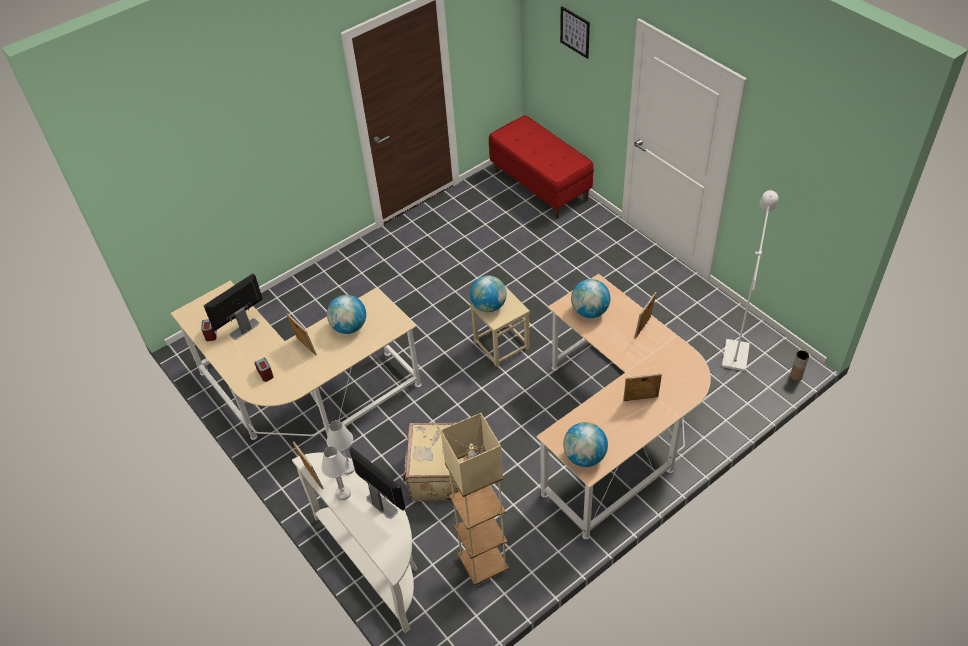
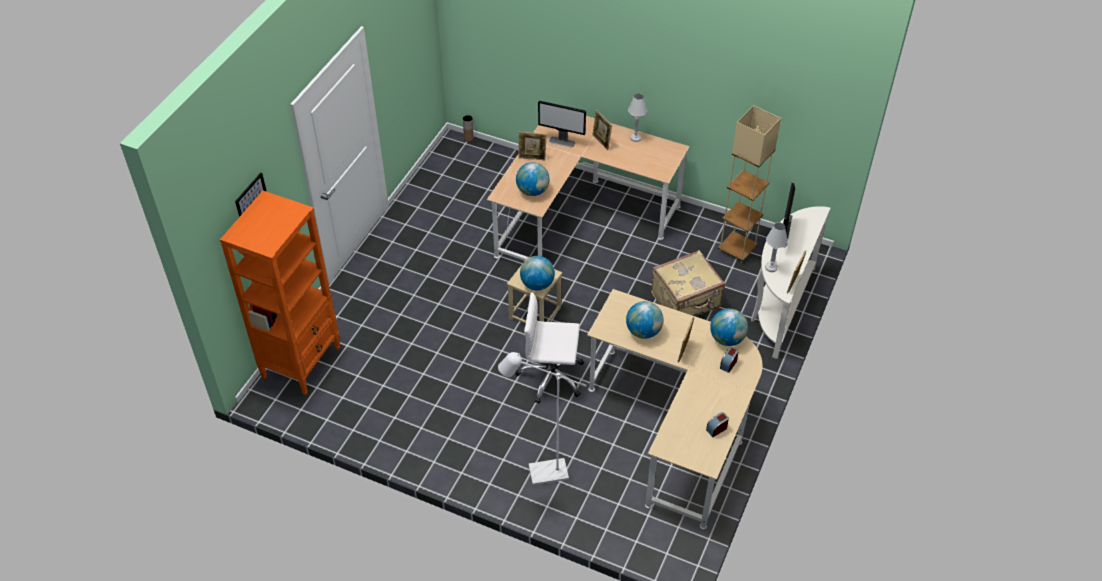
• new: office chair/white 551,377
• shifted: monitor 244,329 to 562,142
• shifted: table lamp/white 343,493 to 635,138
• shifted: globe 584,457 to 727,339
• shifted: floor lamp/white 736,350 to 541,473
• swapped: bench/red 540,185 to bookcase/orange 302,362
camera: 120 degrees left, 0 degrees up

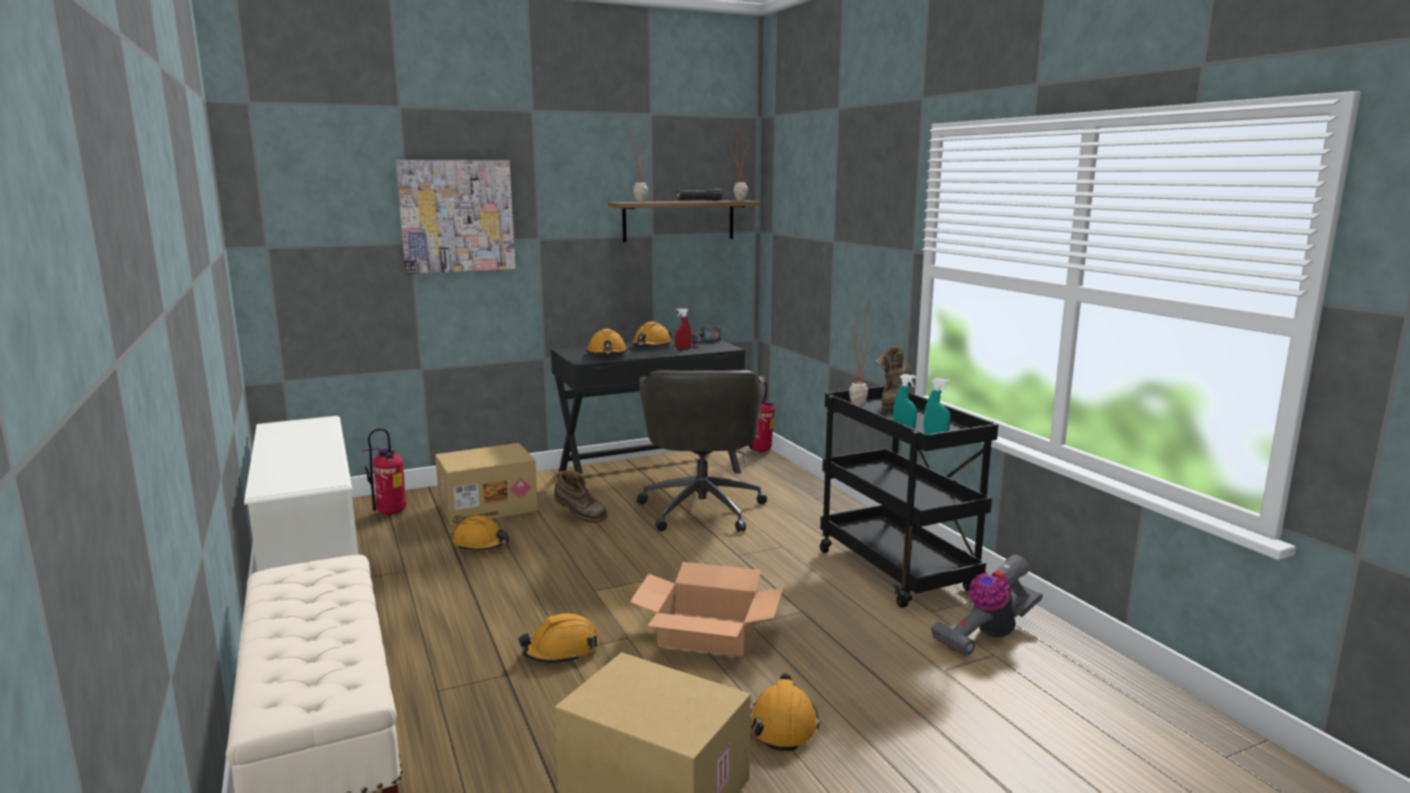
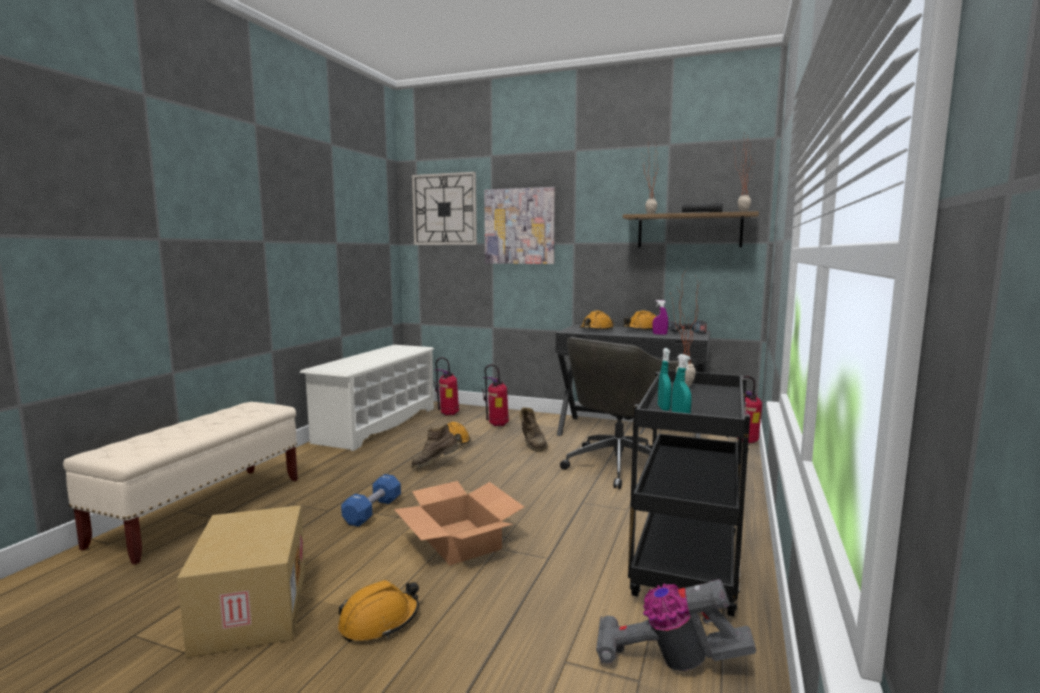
• new: wall clock 444,209
• shifted: boot/brown 895,404 to 435,466
• swapped: cardboard box 488,507 to fire extinguisher 497,425
• swapped: hard hat/orange 561,651 to dumbbell/blue 373,511
• repainted: spray bottle/red 683,348 to spray bottle/purple 659,334
camera: 45 degrees right, 5 degrees down

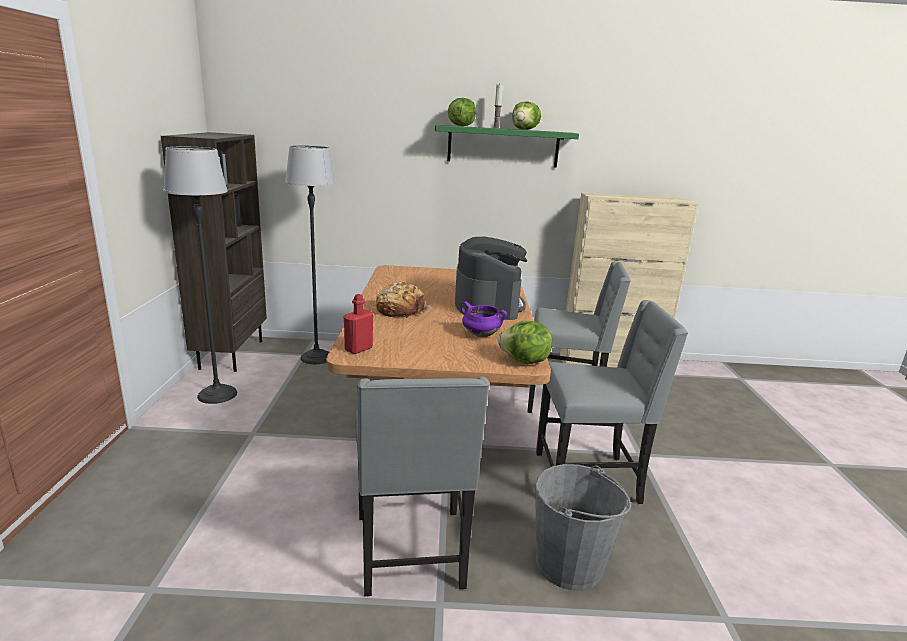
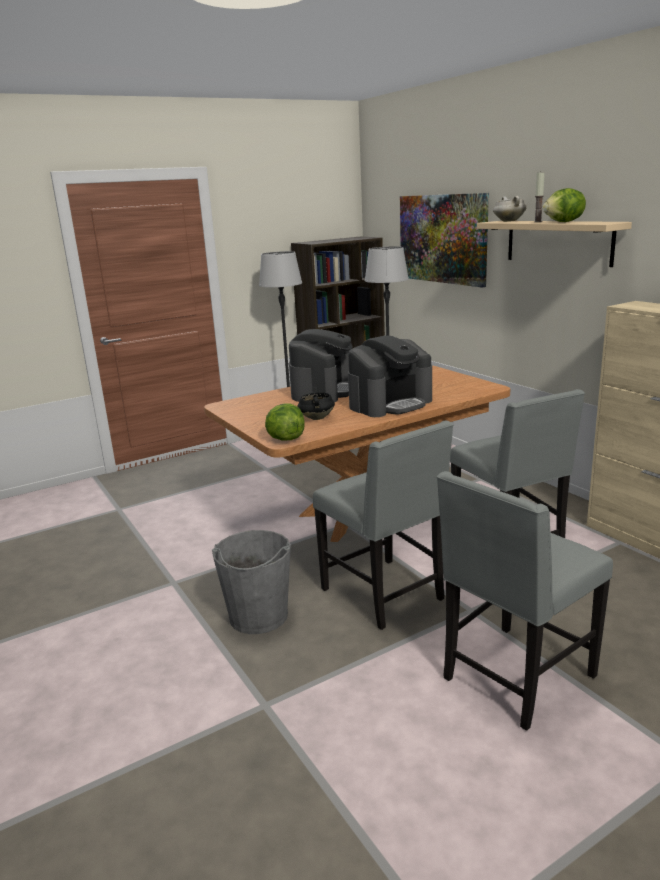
• gone: bottle/red 358,349
• new: picture 442,239
• shifted: chair/grey 412,553 to 515,678
• swapped: bread 400,310 to coffee machine 323,391
• swapped: lettuce 461,126 to cooking pot/white 508,221
• repainted: shelf/green 503,146 to shelf/beige 558,242
• repainted: cooking pot/purple 480,335 to cooking pot/black 316,418
camera: 60 degrees right, 0 degrees up

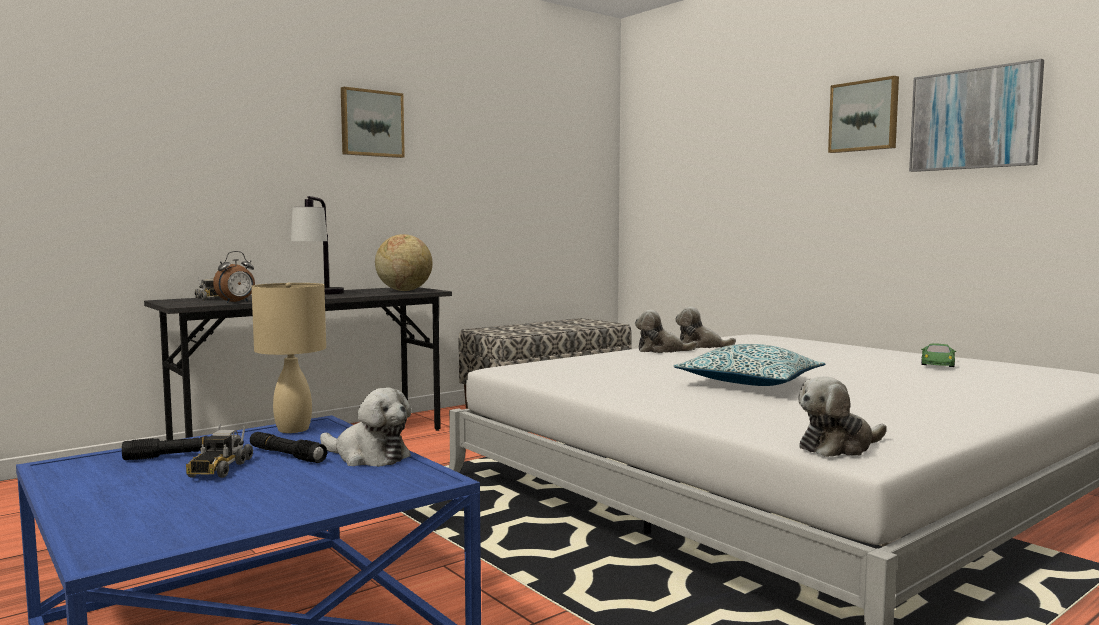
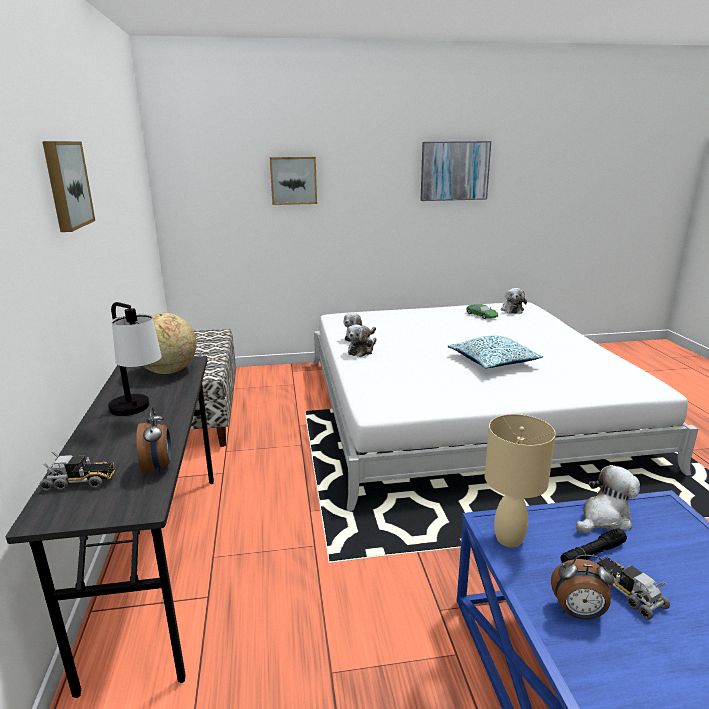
• shifted: plush toy 838,447 to 512,310
• shifted: picture 864,116 to 293,180
• swapped: flashlight/black 179,455 to alarm clock 578,613
• rotated: toy truck 219,469 = 627,593 150 degrees counterclockwise
camera: 60 degrees left, 15 degrees up

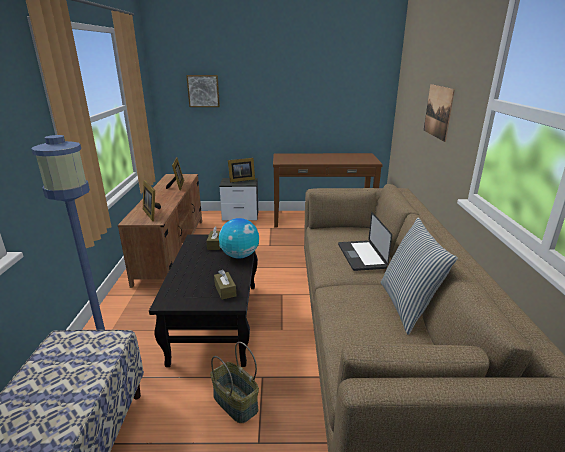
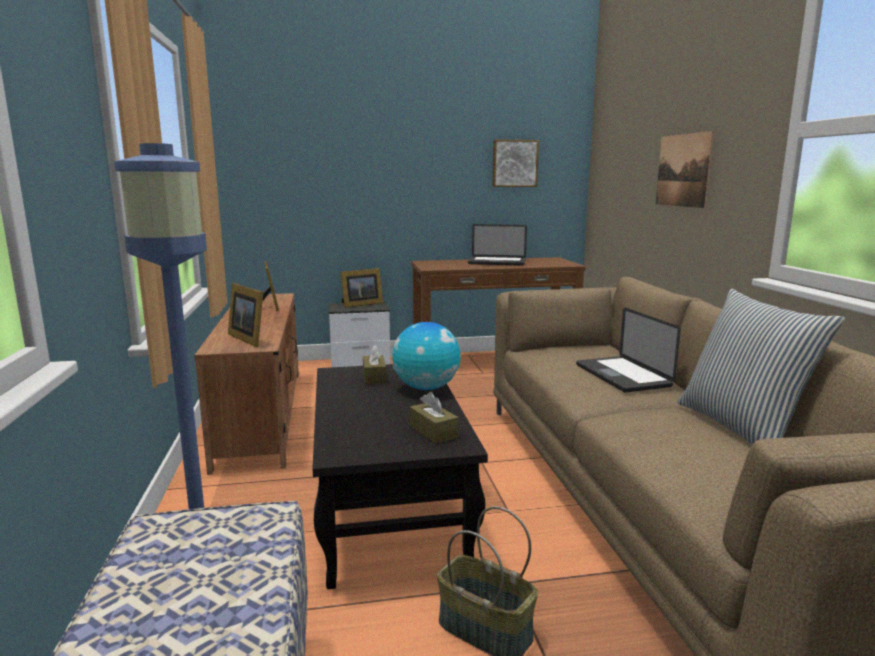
• new: laptop 497,262
• shifted: picture 203,91 to 514,163
camera: 10 degrees left, 10 degrees down

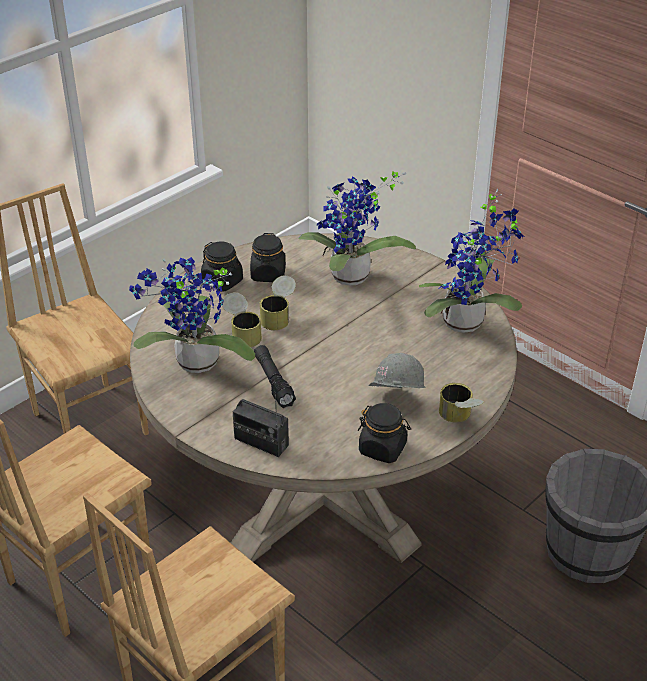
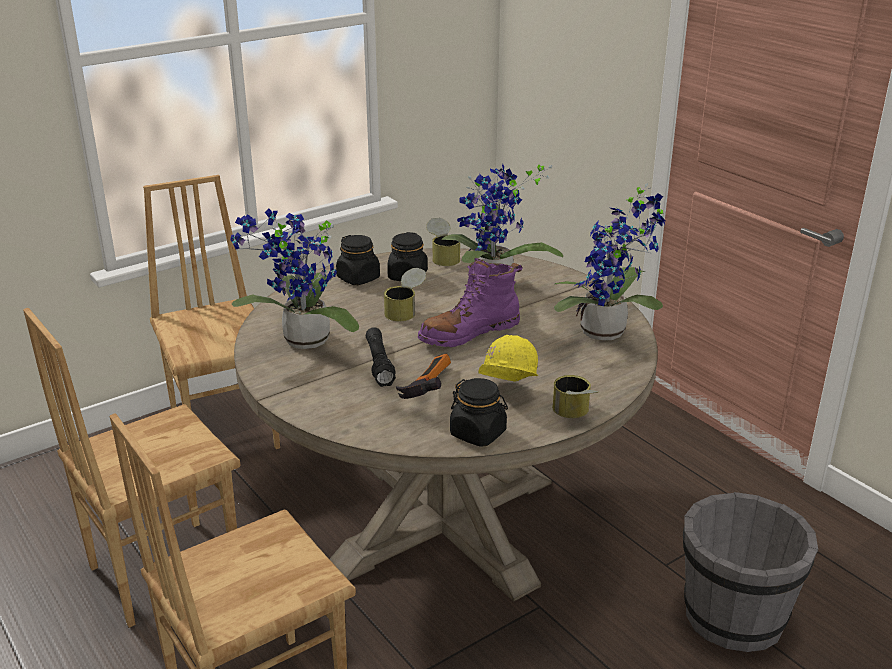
• gone: radio 261,442
• new: hammer 424,390
• new: boot/purple 469,333
• shifted: can 242,333 to 443,256
• repainted: hard hat/grey 395,401 to hard hat/yellow 506,393
camera: 10 degrees right, 10 degrees down

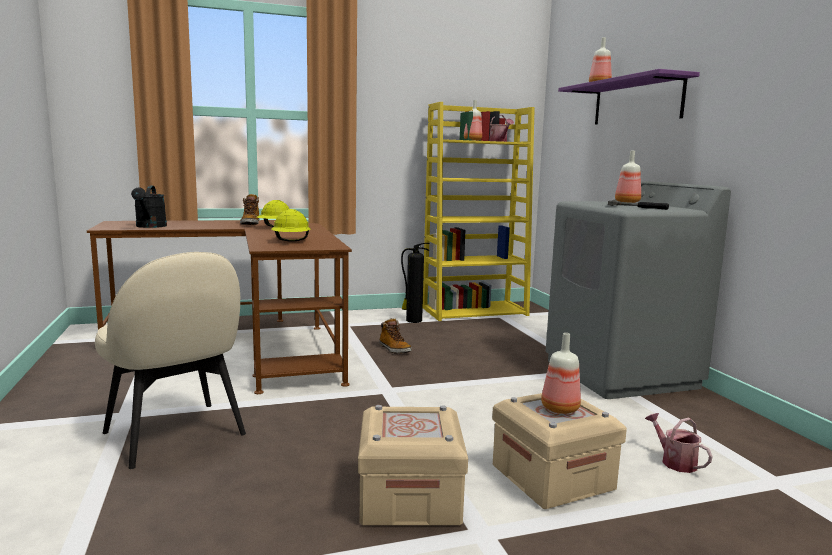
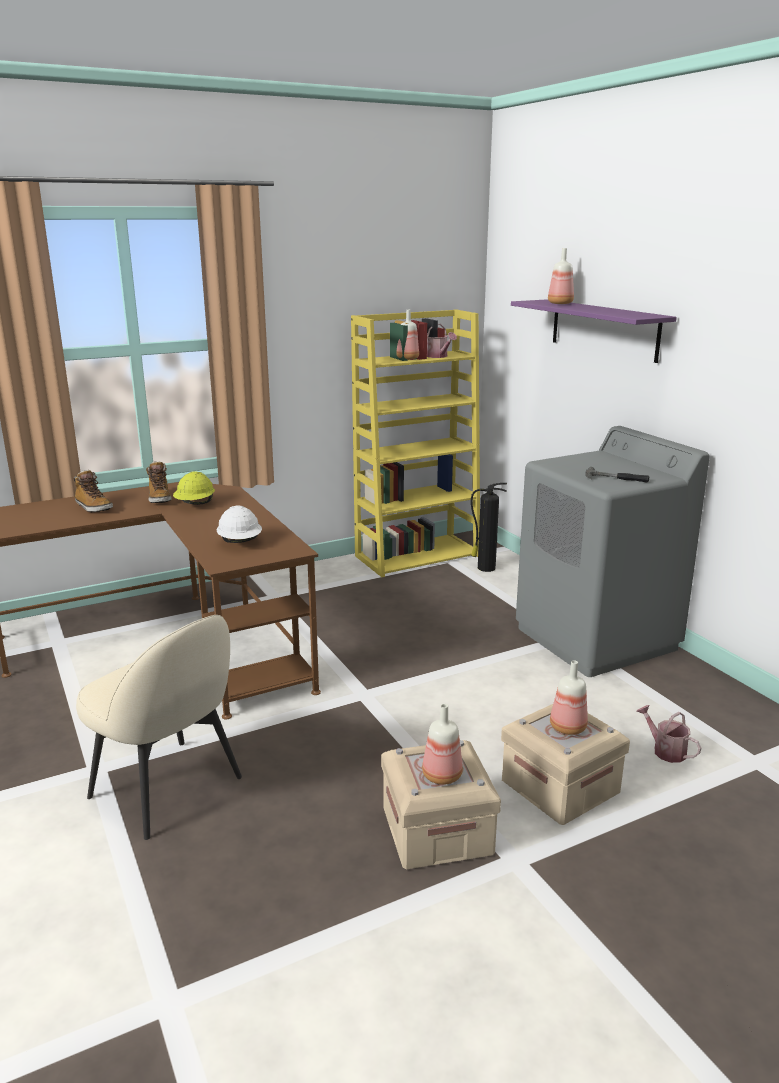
• gone: watering can/black 150,226
• shifted: boot 394,349 to 93,507
• shifted: fire extinguisher 413,320 to 485,568
• shifted: bottle 626,202 to 440,776
• repainted: hard hat/yellow 291,241 to hard hat/white 240,542
camera: 10 degrees left, 10 degrees up

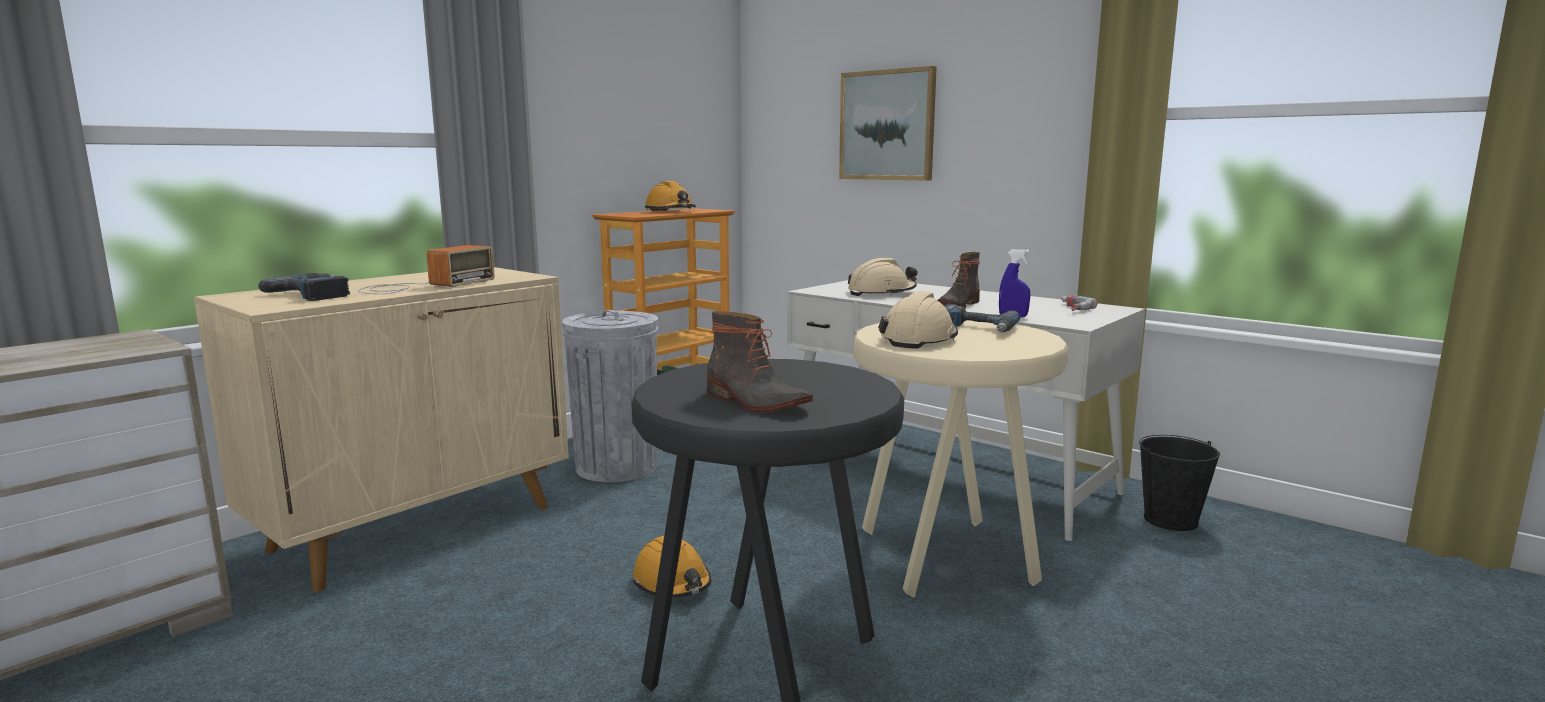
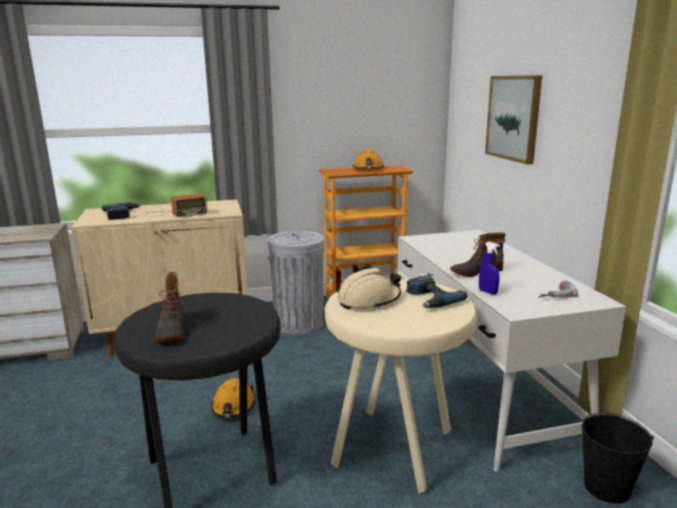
• gone: hard hat/beige 881,293
camera: 35 degrees right, 5 degrees up

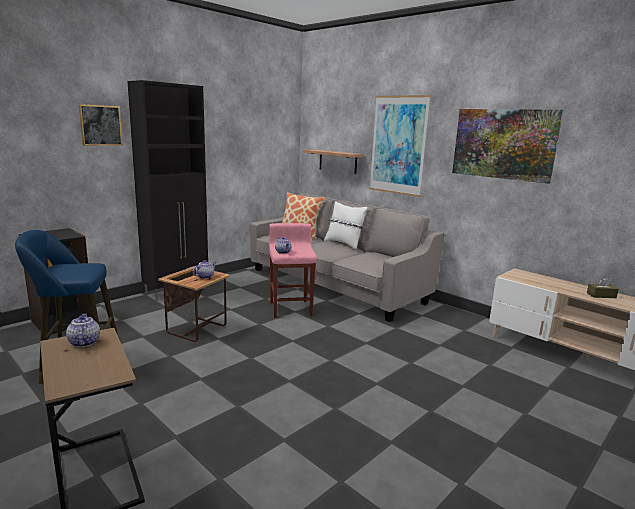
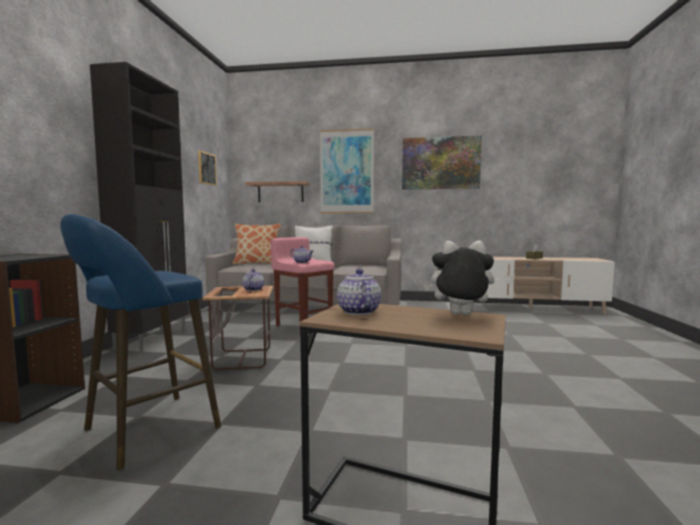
• new: plush toy 459,315
• shifted: picture 100,125 to 206,168
• rotated: teapot 84,342 = 358,311 45 degrees clockwise
camera: 35 degrees left, 10 degrees down

